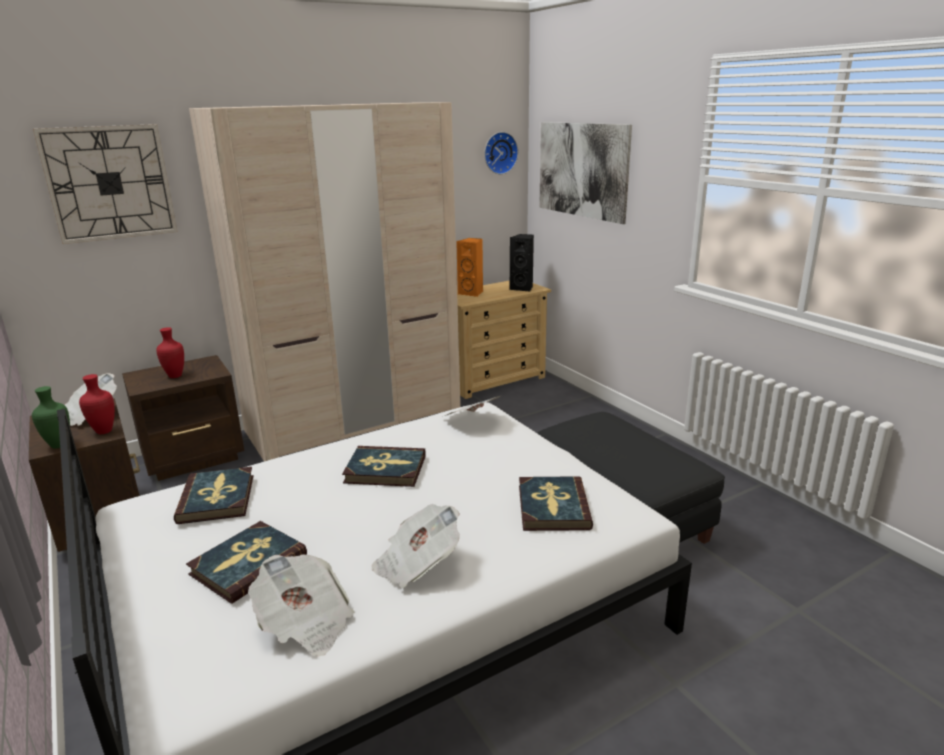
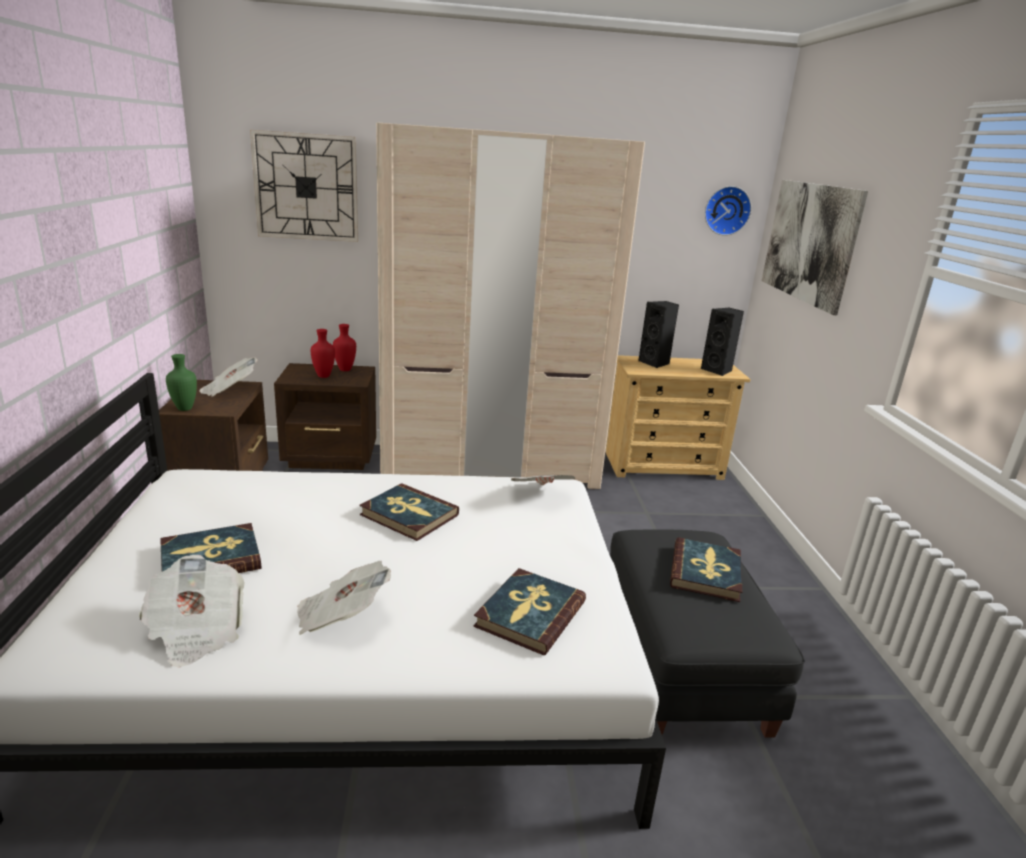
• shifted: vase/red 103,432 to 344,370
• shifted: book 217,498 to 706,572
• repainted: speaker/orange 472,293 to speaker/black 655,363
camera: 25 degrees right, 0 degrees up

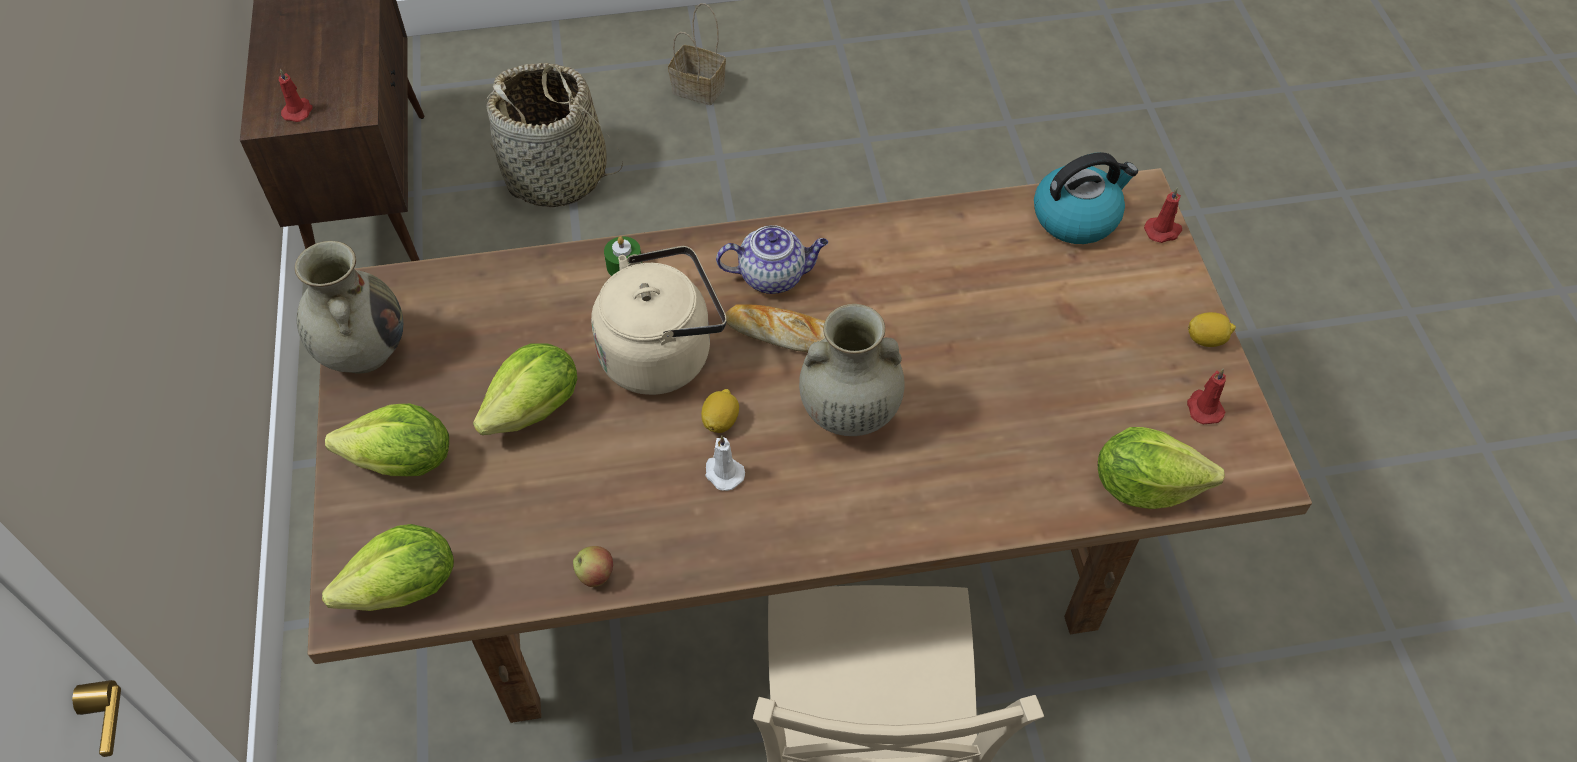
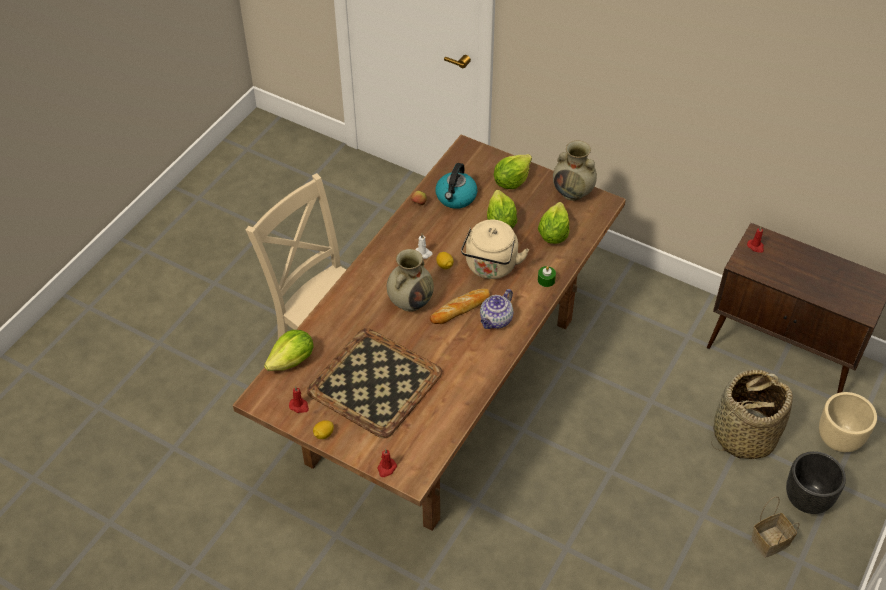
• new: tray 373,383
• new: planter/black 807,500
• new: planter/beige 839,440
• shifted: lettuce 405,589 to 553,234
• shifted: kettle 1077,216 to 456,197
camera: 130 degrees right, 5 degrees down

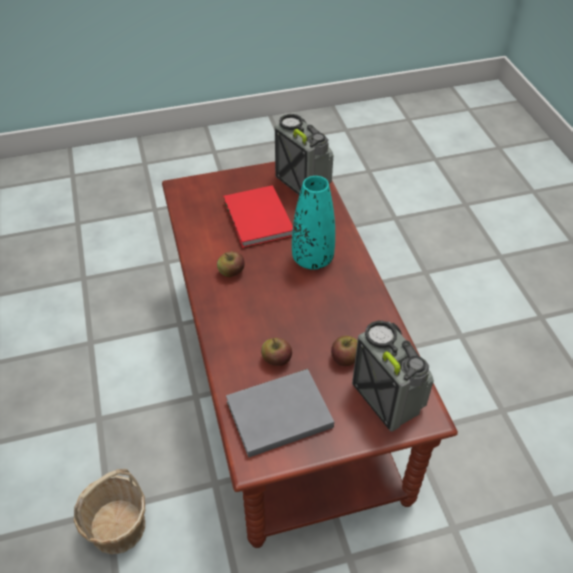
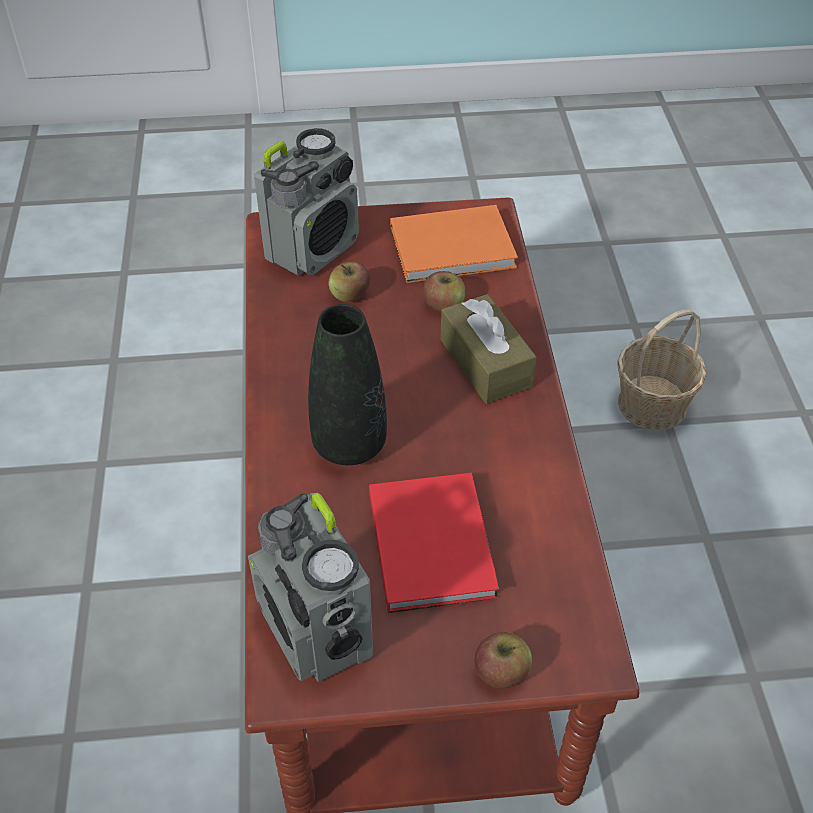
• new: tissue box/brown 485,363
• shifted: apple 231,272 to 501,672
• repainted: book/grey 276,414 to book/orange 456,249
• repainted: vase/turquoise 312,259 to vase/black 349,445
• rotated: radio 387,397 = 313,249 120 degrees counterclockwise
camera: 170 degrees left, 0 degrees up

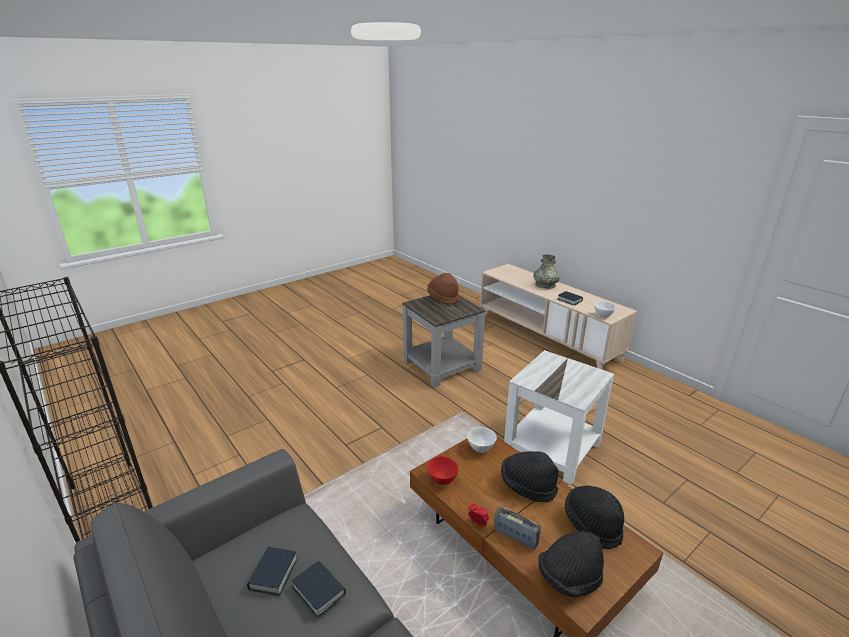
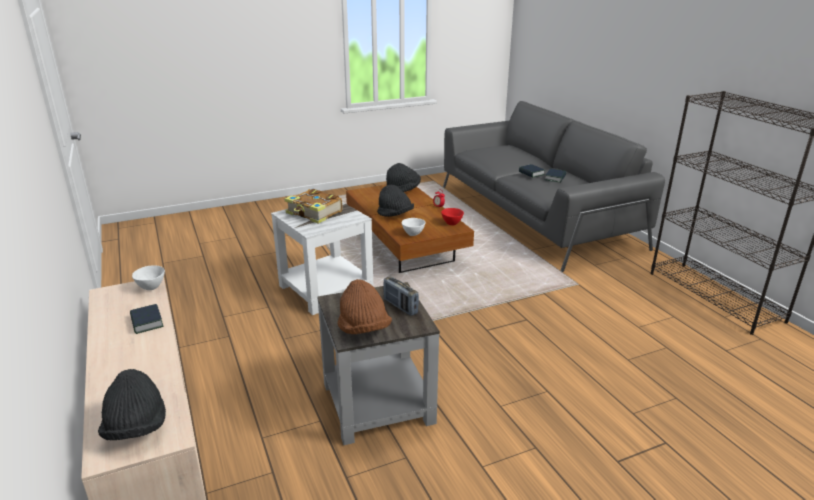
• gone: vase/grey 545,285
• new: book 314,213
• shifted: radio 515,537 to 400,306
• shifted: hat/black 592,525 to 137,428
camera: 165 degrees left, 0 degrees up

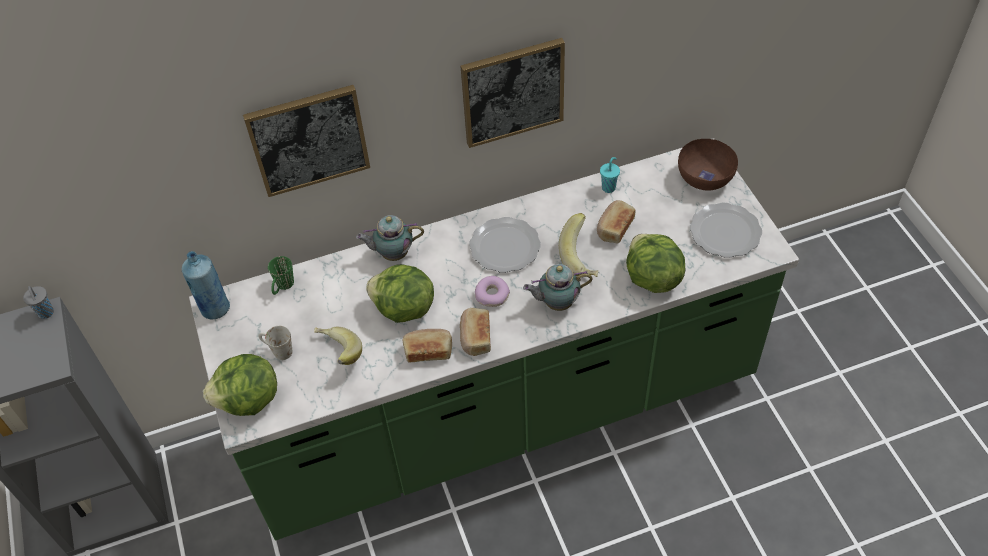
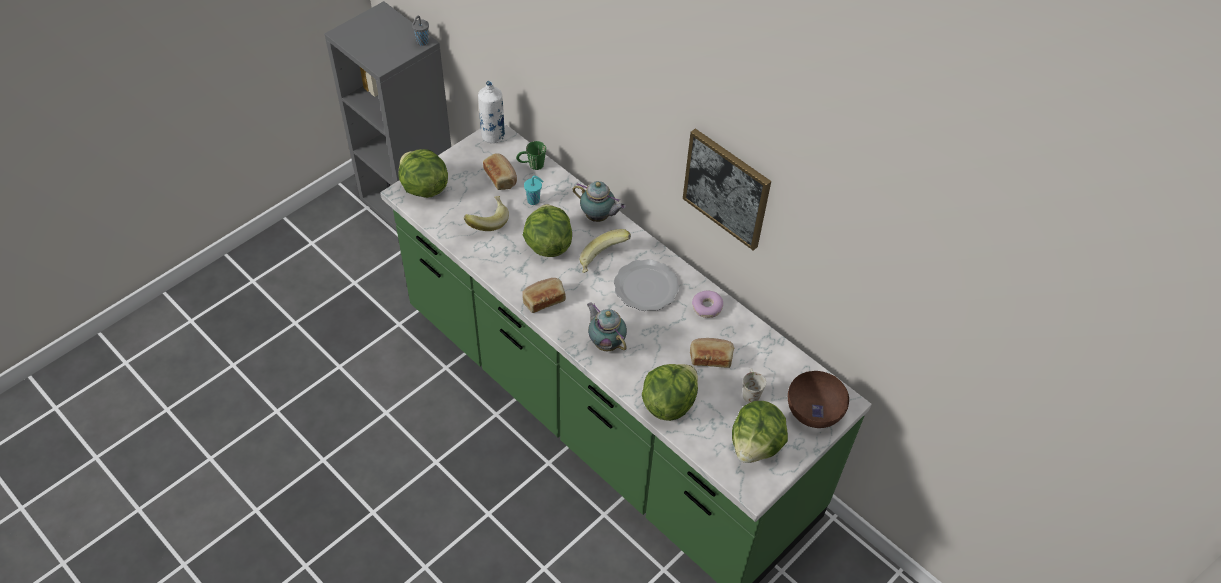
• gone: picture 308,139
• shifted: mug/white 277,351 to 750,391
• shifted: bread 428,351 to 501,177
• shifted: donut 492,295 to 707,307
• shifted: banana 582,258 to 603,261
• shifted: cup/turquoise 609,187 to 534,200
• swapped: plate 725,231 to lettuce 756,445
• repainted: bottle/blue 215,308 to bottle/white 493,136
• rotated: teapot 393,254 = 598,217 150 degrees clockwise
camera: 60 degrees right, 0 degrees up

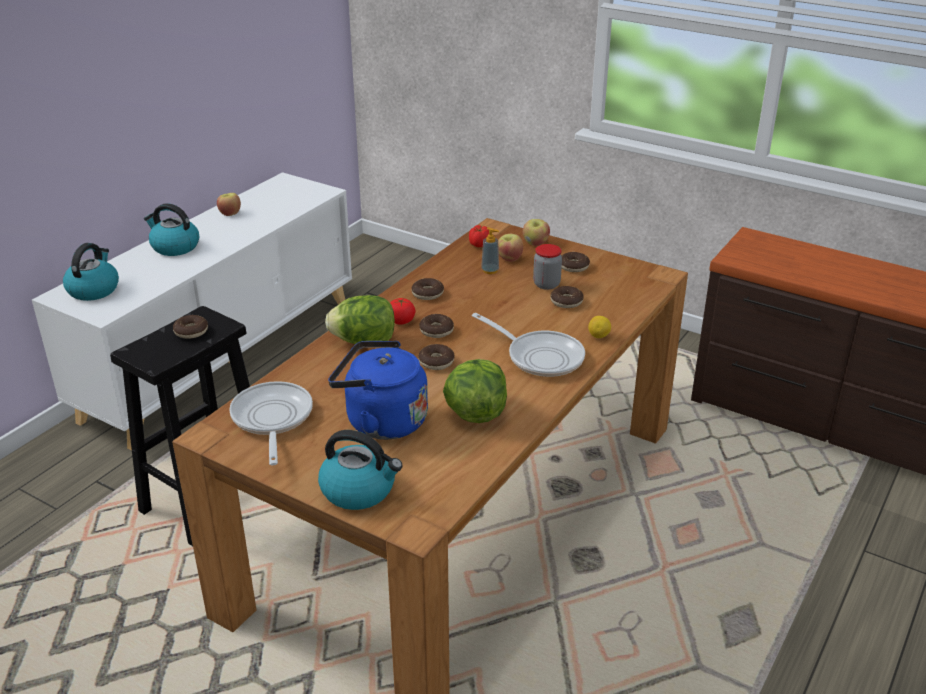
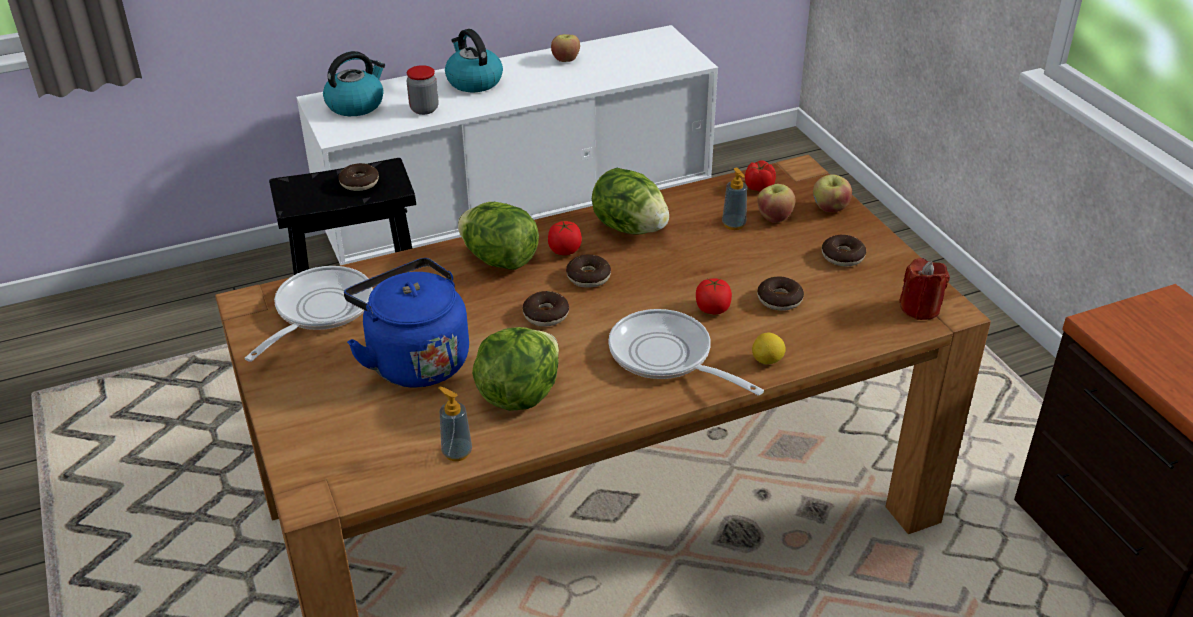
• gone: kettle 359,490
• new: soap dispenser 457,452
• new: tomato 712,309
• new: candle/red 920,308
• shifted: jar 546,284 to 424,109
• swapped: donut 427,294 to lettuce 629,228
• rotated: frying pan 540,357 = 666,357 150 degrees clockwise
camera: 35 degrees right, 5 degrees up

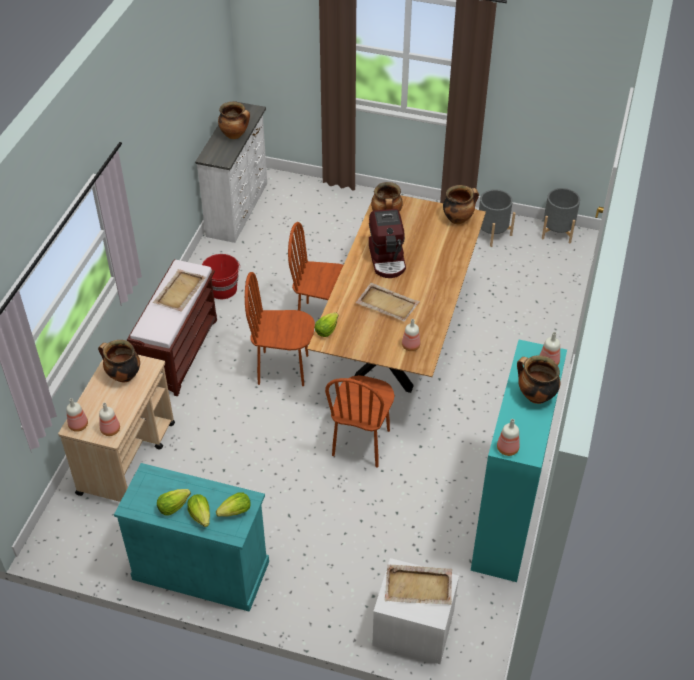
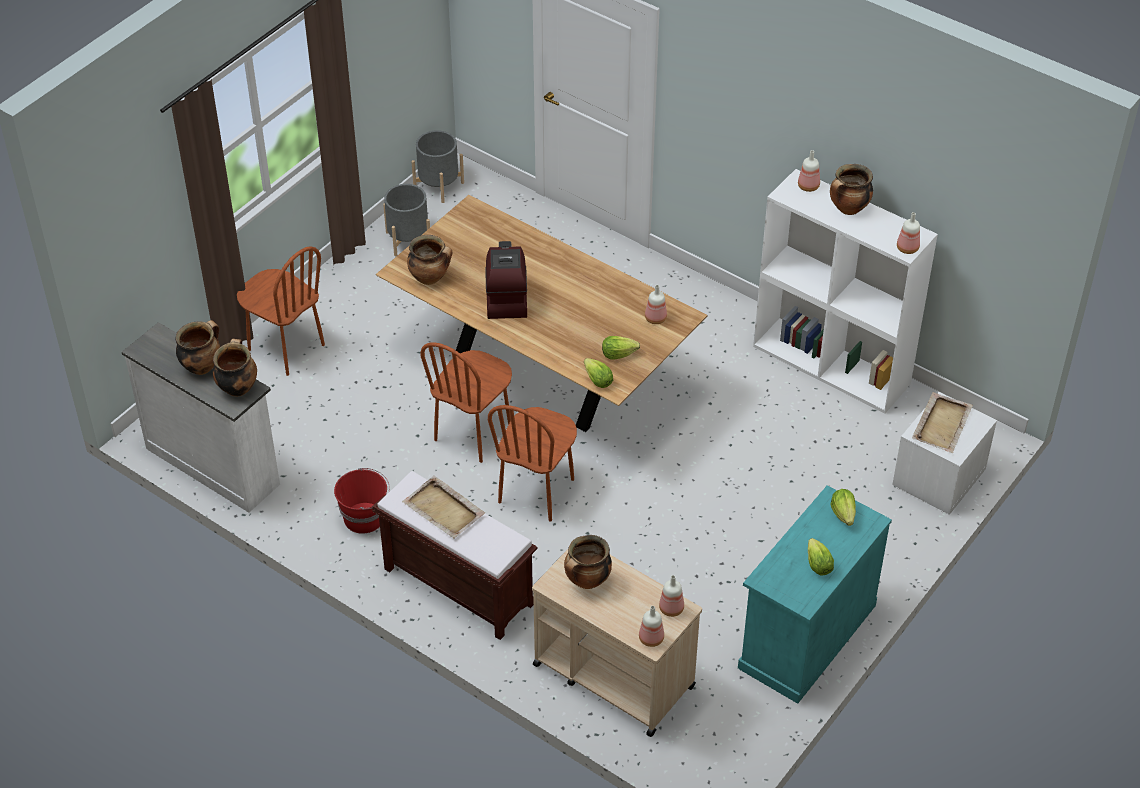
• gone: tray/beige 387,303
• shifted: lettuce 200,515 to 618,354
• shifted: chair/brown 361,443 to 285,348
• shifted: cooking pot 458,219 to 237,387
• repainted: bookcase/turquoise 508,518 to bookcase/white 832,365
• rotated: coffee machine 388,259 = 505,297 105 degrees counterclockwise
camera: 70 degrees left, 0 degrees up

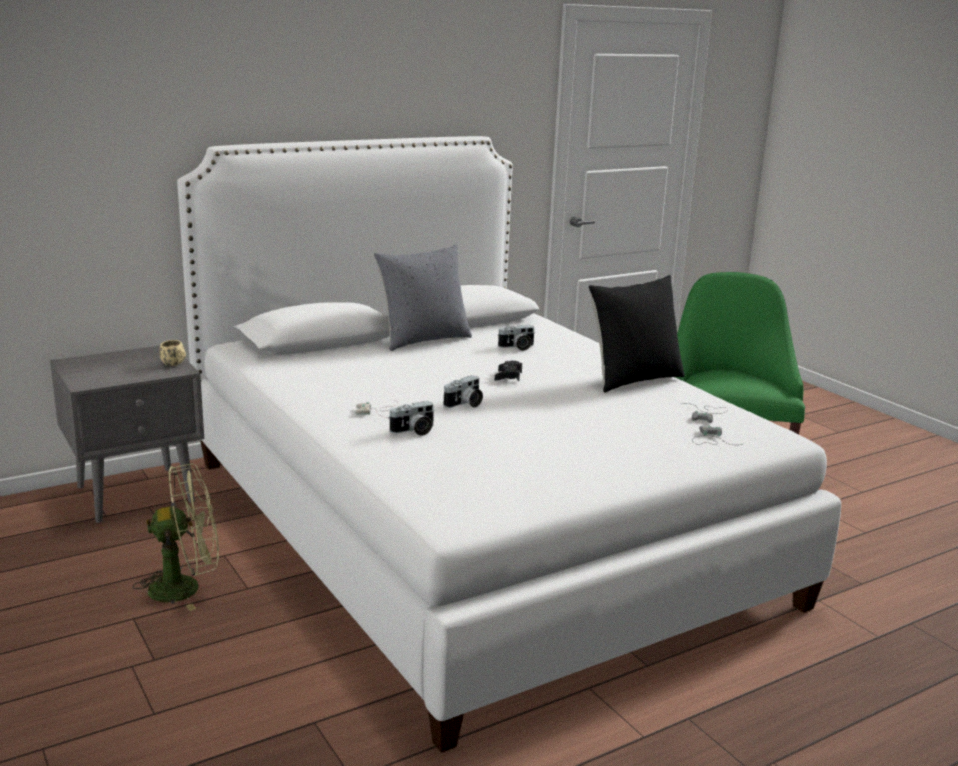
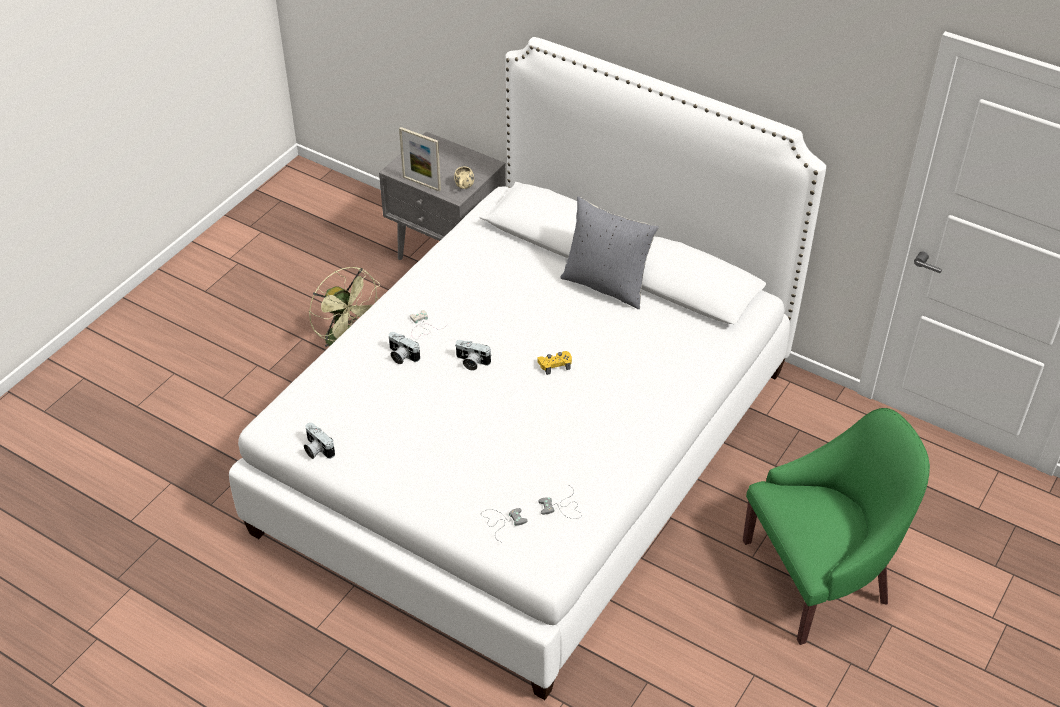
• gone: pillow/black 633,379
• new: picture frame 421,183
• shifted: photo camera 517,347 to 316,449
• repainted: game controller/black 508,376 to game controller/yellow 555,364
camera: 65 degrees right, 25 degrees up

